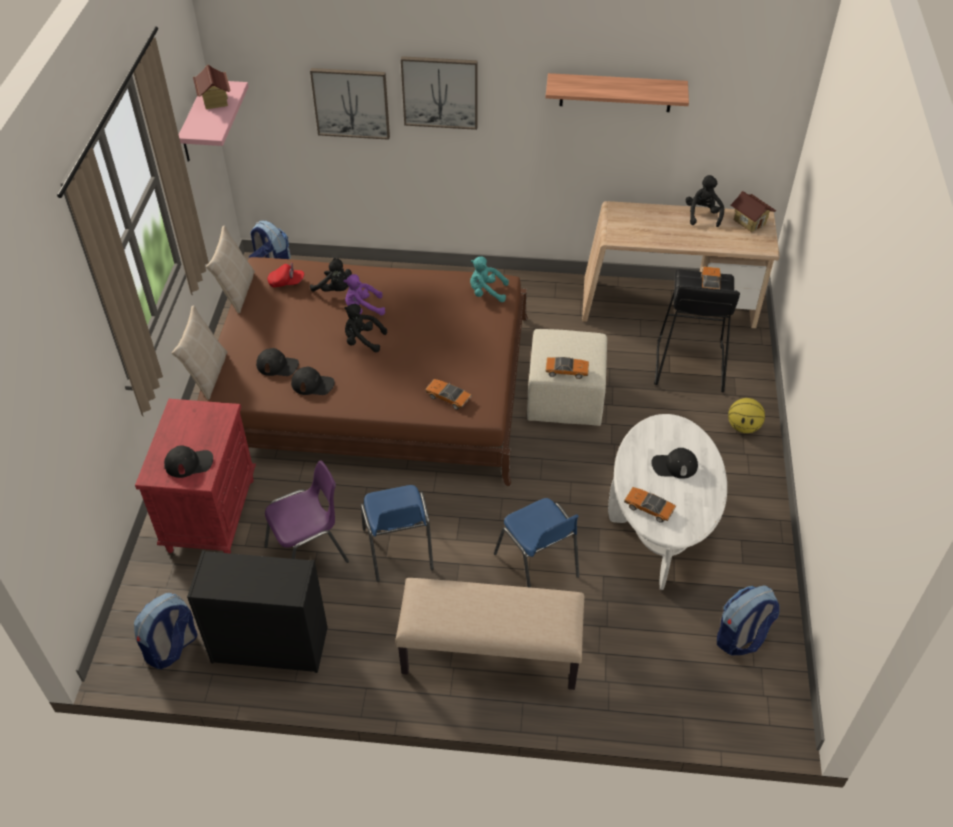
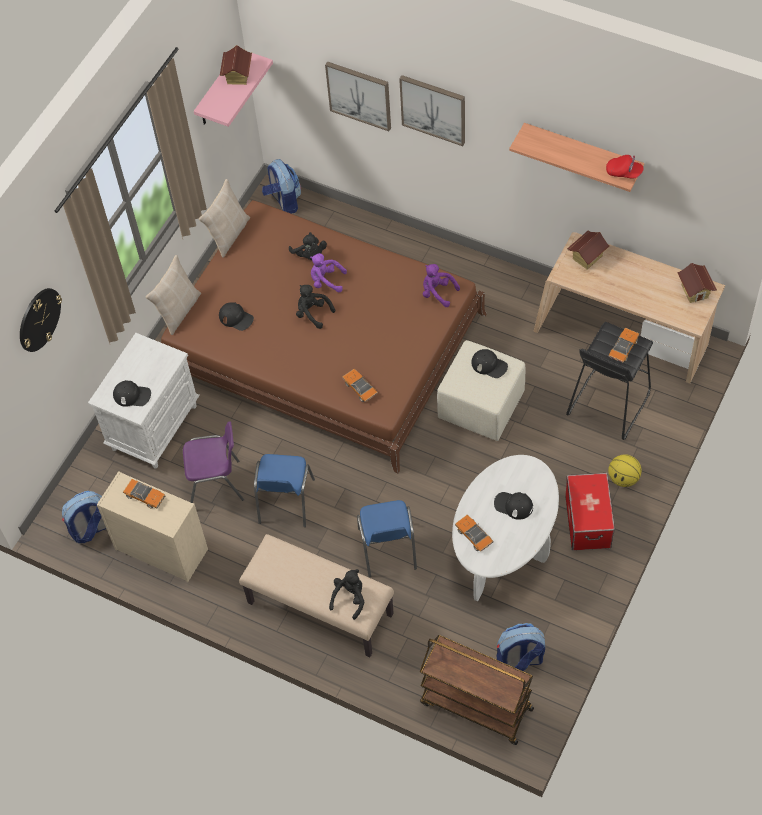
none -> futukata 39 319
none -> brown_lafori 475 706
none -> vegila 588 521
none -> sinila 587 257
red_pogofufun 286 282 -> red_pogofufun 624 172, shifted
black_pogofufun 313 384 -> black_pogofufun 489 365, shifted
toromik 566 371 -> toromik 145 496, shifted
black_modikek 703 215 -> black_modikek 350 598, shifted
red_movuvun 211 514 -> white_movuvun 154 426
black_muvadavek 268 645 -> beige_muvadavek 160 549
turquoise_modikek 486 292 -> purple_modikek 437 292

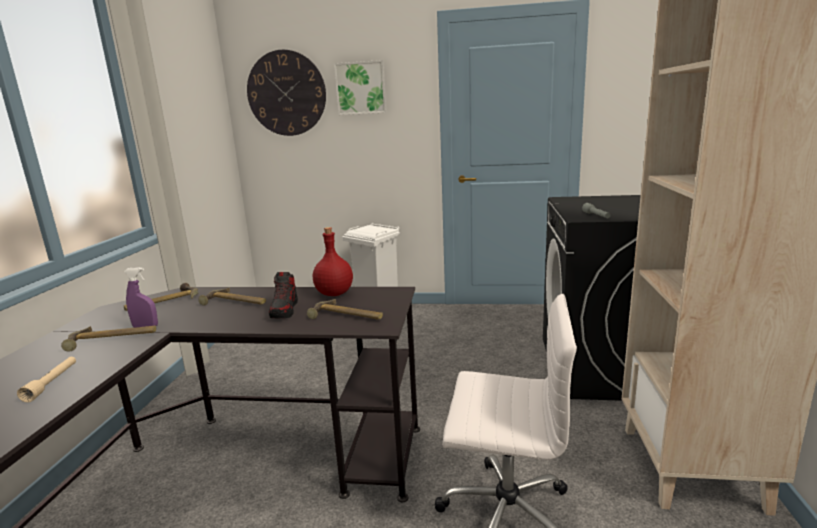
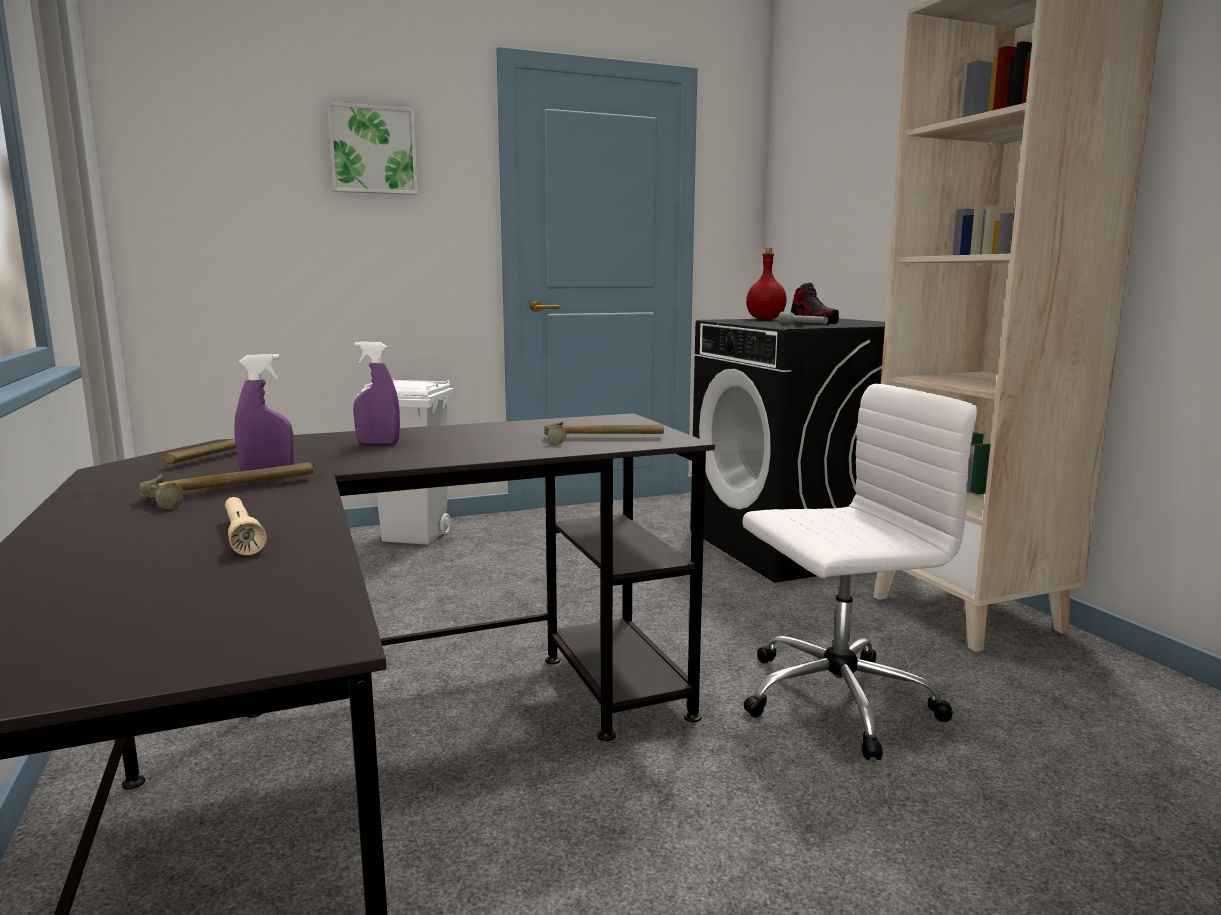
futukata 286 93 -> none
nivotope 284 310 -> nivotope 813 323, shifted
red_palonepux 334 294 -> red_palonepux 765 319, shifted
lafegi 234 303 -> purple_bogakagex 378 443

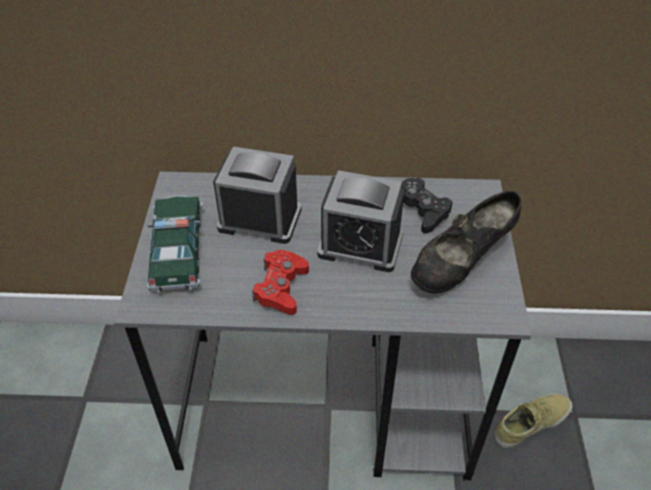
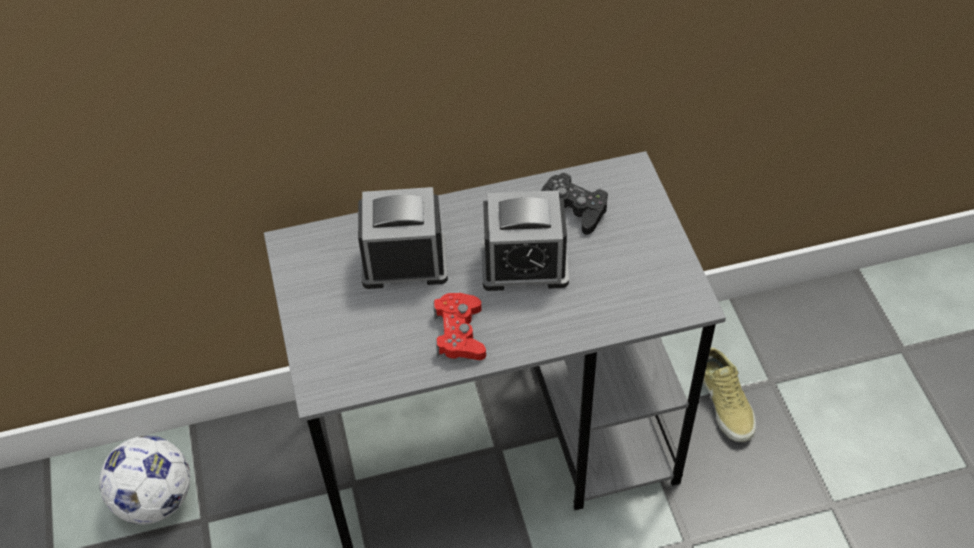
toromik 177 250 -> none
black_nivotope 461 263 -> none
none -> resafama 155 499
beige_nivotope 530 421 -> beige_nivotope 726 402, 120 degrees clockwise

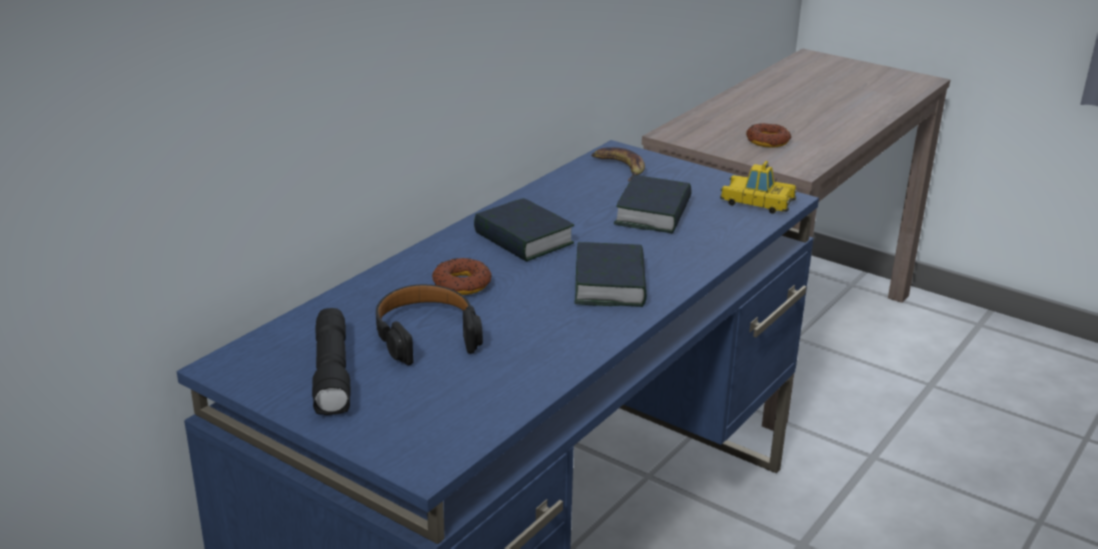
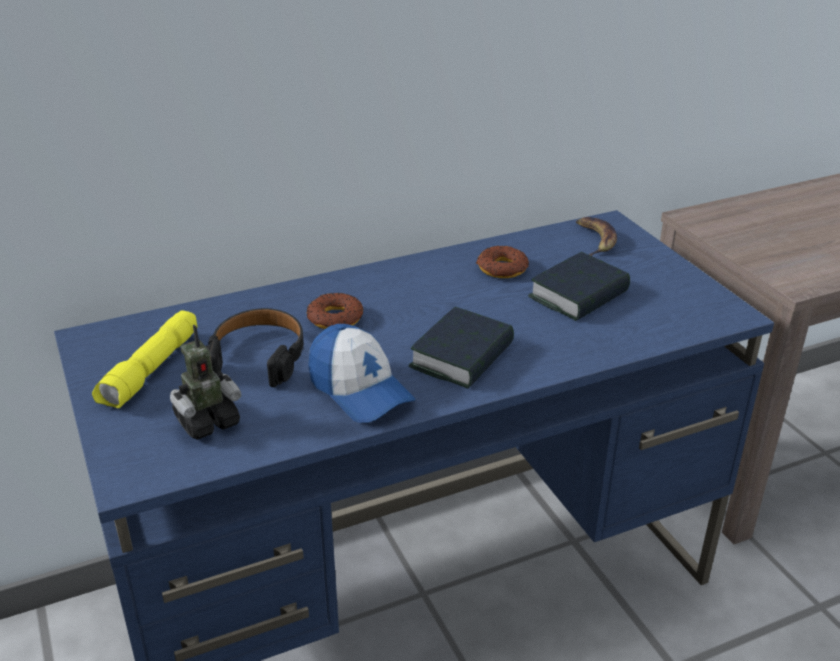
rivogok 523 239 -> none
toromik 757 202 -> none
none -> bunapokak 207 422
none -> pogofufun 360 390
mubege 767 141 -> mubege 502 268, shifted
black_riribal 333 374 -> yellow_riribal 152 371

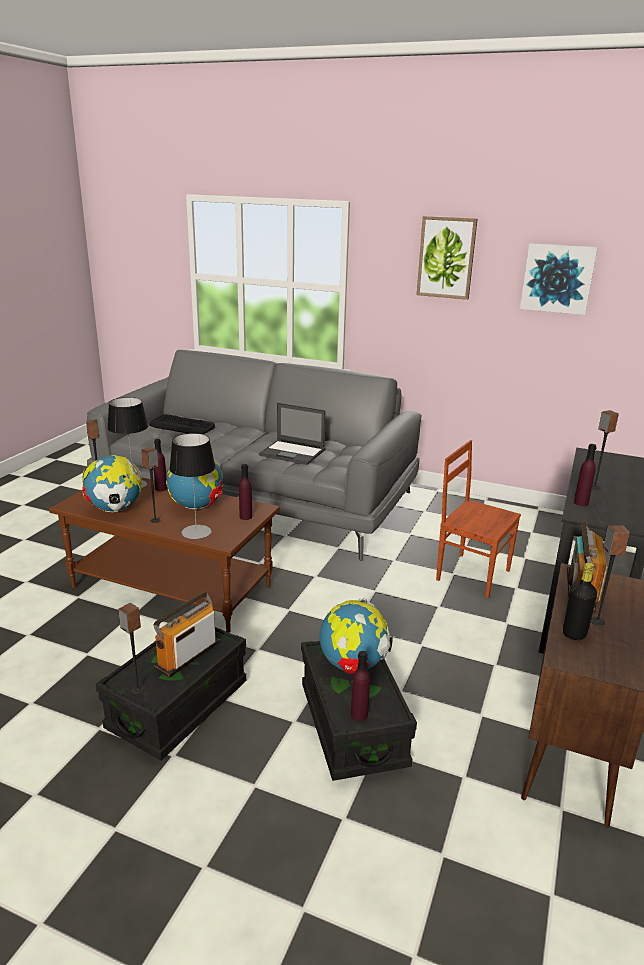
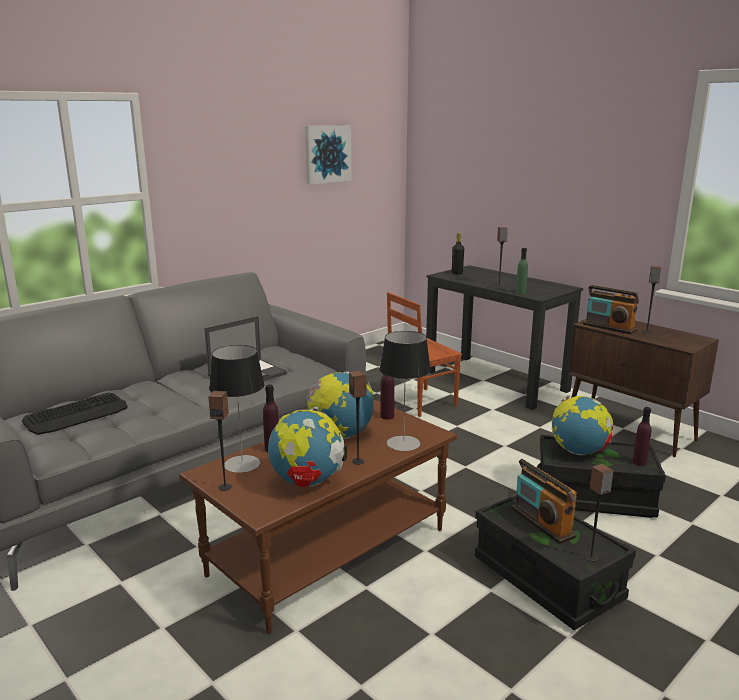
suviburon 446 257 -> none
black_palonepux 574 634 -> black_palonepux 457 273, shifted
purple_palonepux 581 503 -> green_palonepux 520 293

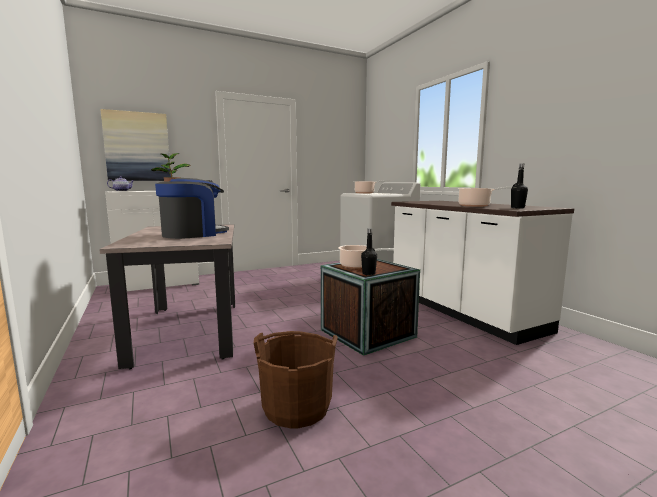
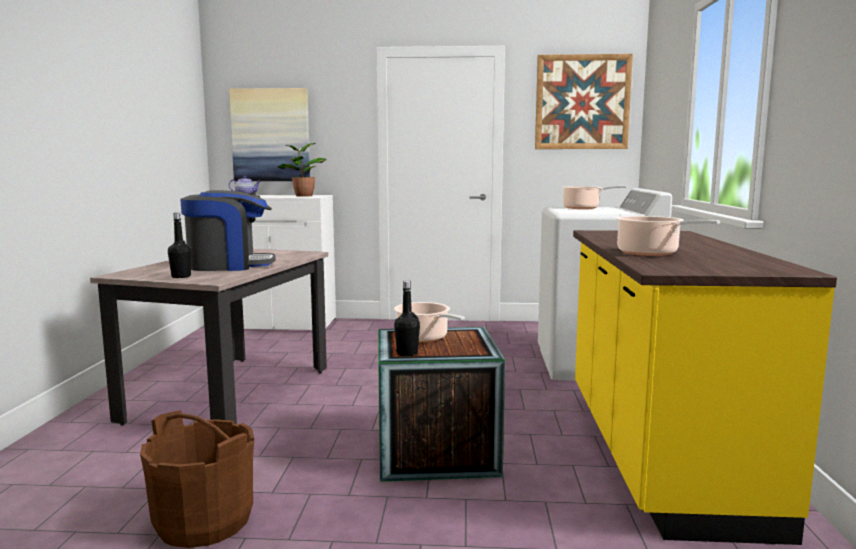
none -> suviburon 582 102
black_palonepux 517 208 -> black_palonepux 181 276, shifted
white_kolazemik 461 311 -> yellow_kolazemik 657 454

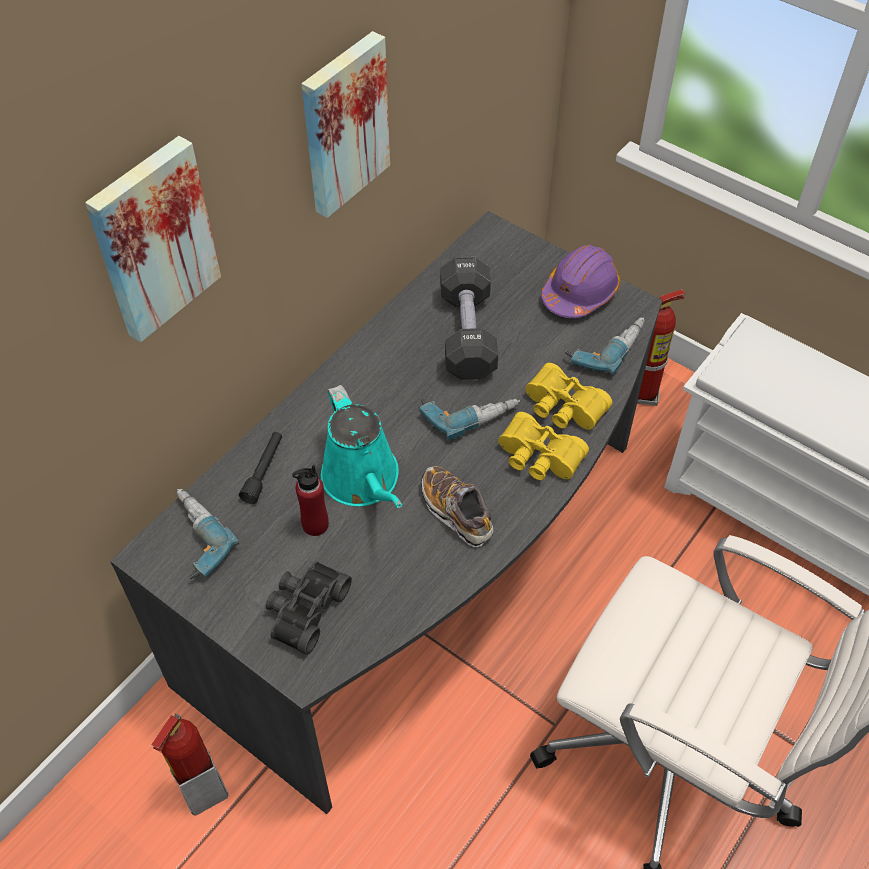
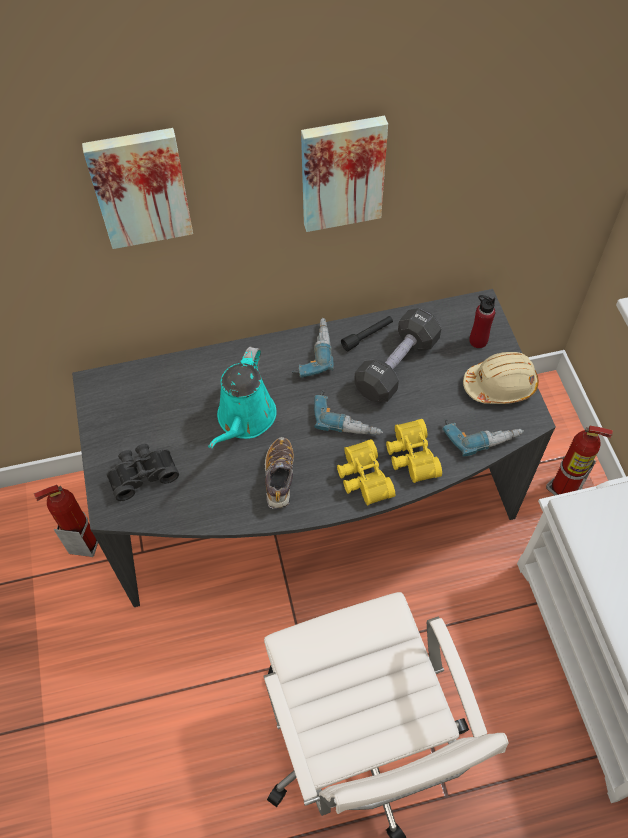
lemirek 192 539 -> lemirek 311 351, shifted
black_riribal 264 471 -> black_riribal 367 336, shifted
red_palonepux 315 524 -> red_palonepux 478 341, shifted
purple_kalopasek 580 293 -> beige_kalopasek 500 385

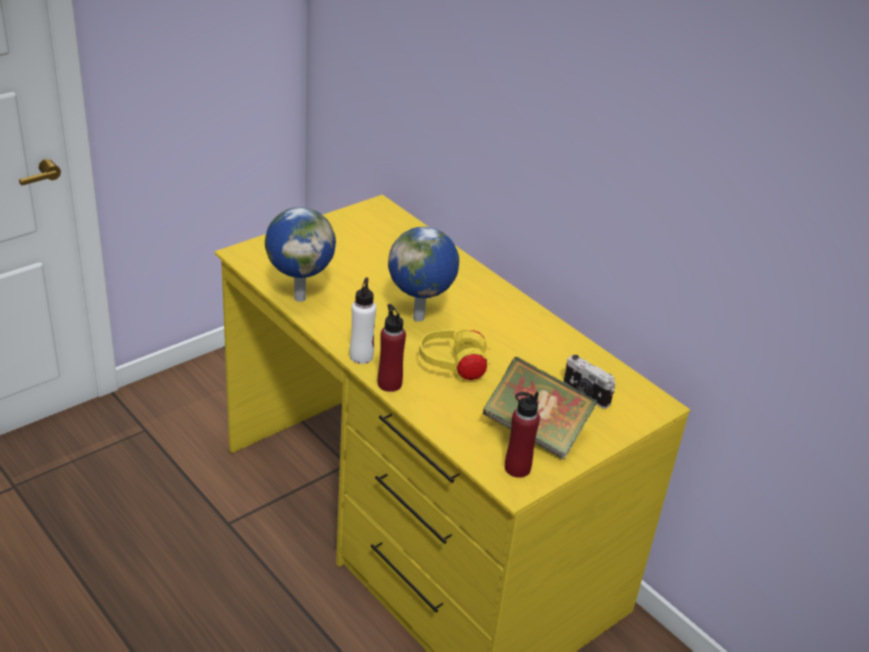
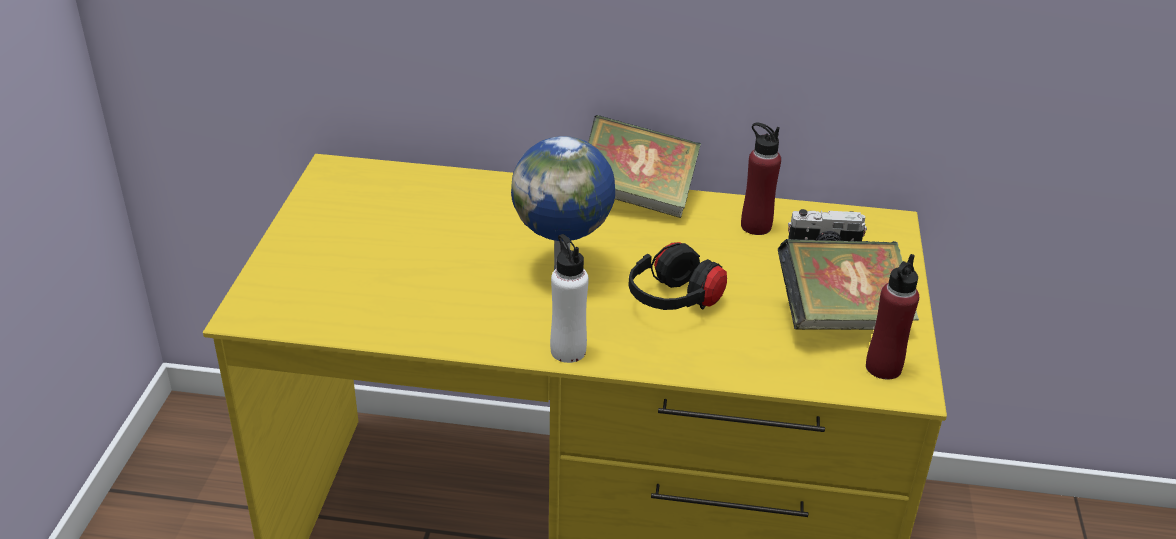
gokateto 300 297 -> none
none -> rivogok 636 197
red_palonepux 389 384 -> red_palonepux 756 226, shifted
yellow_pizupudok 453 367 -> black_pizupudok 674 302

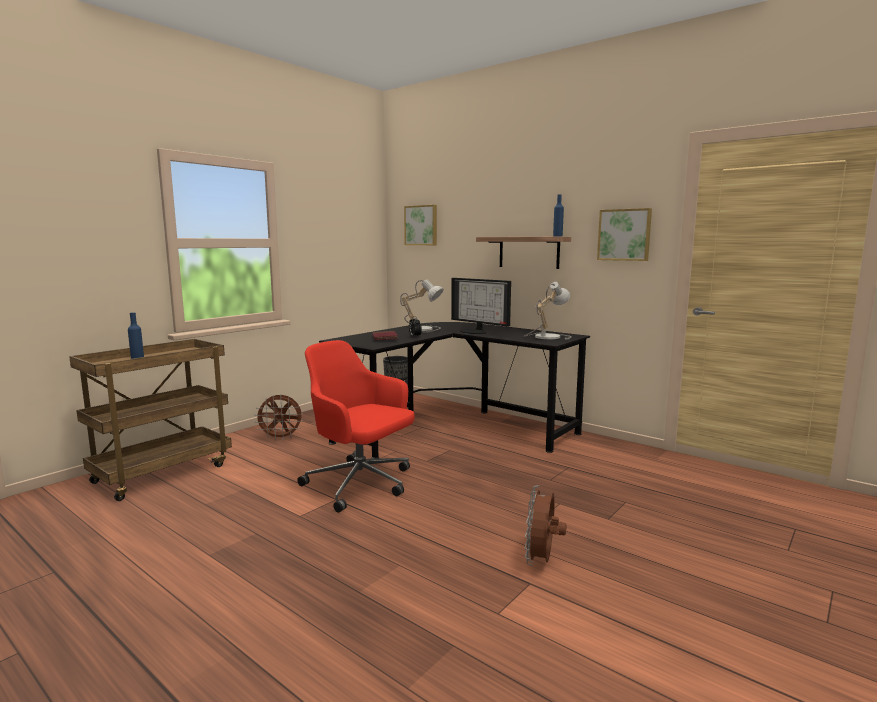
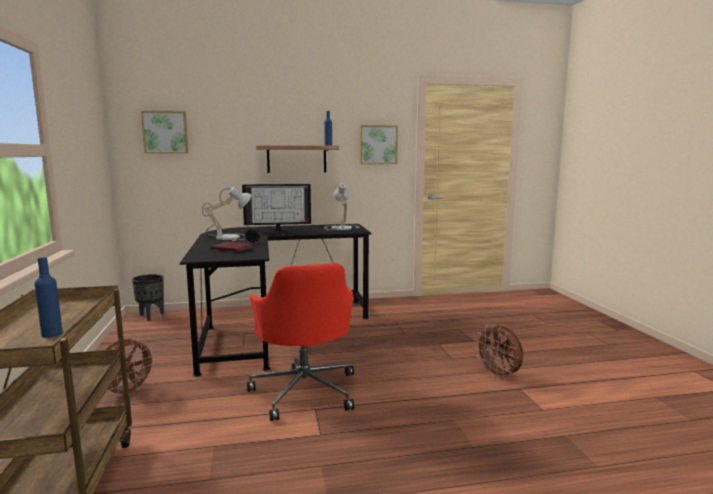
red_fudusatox 360 484 -> red_fudusatox 305 390, 90 degrees counterclockwise

